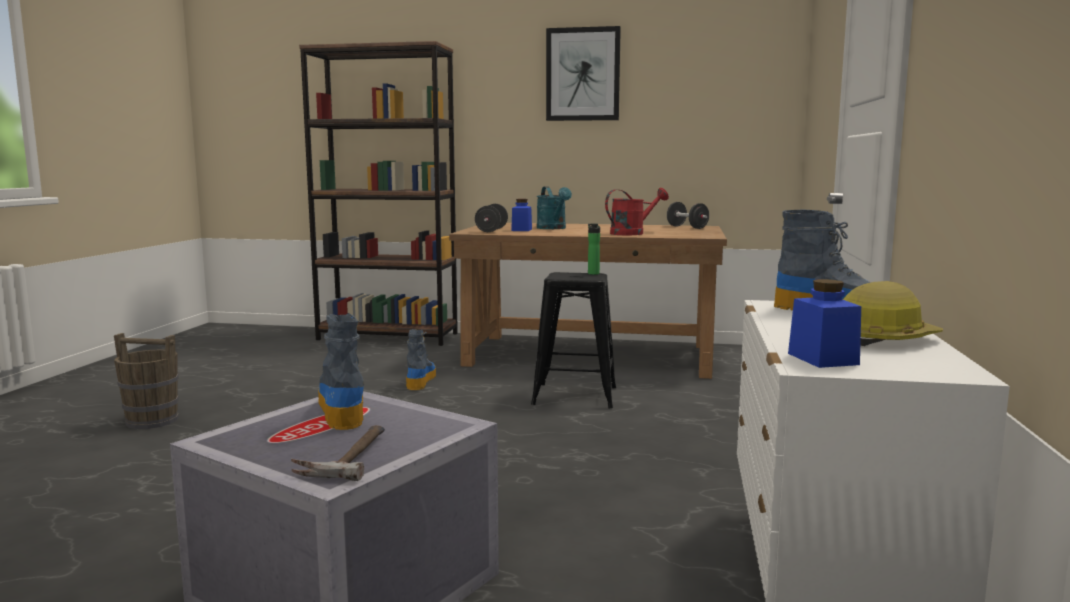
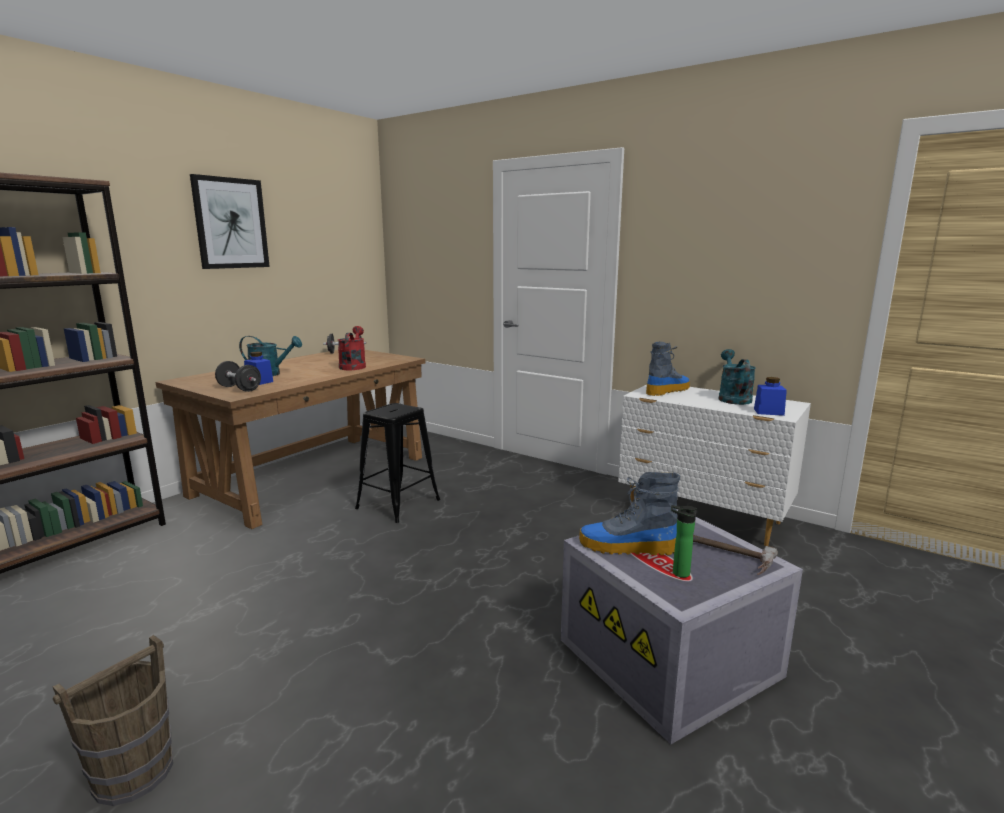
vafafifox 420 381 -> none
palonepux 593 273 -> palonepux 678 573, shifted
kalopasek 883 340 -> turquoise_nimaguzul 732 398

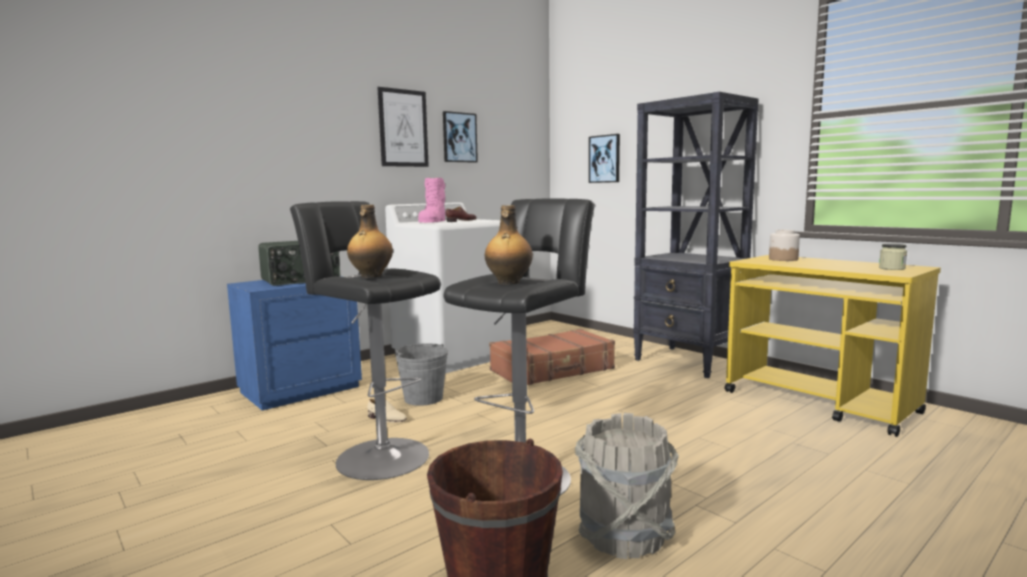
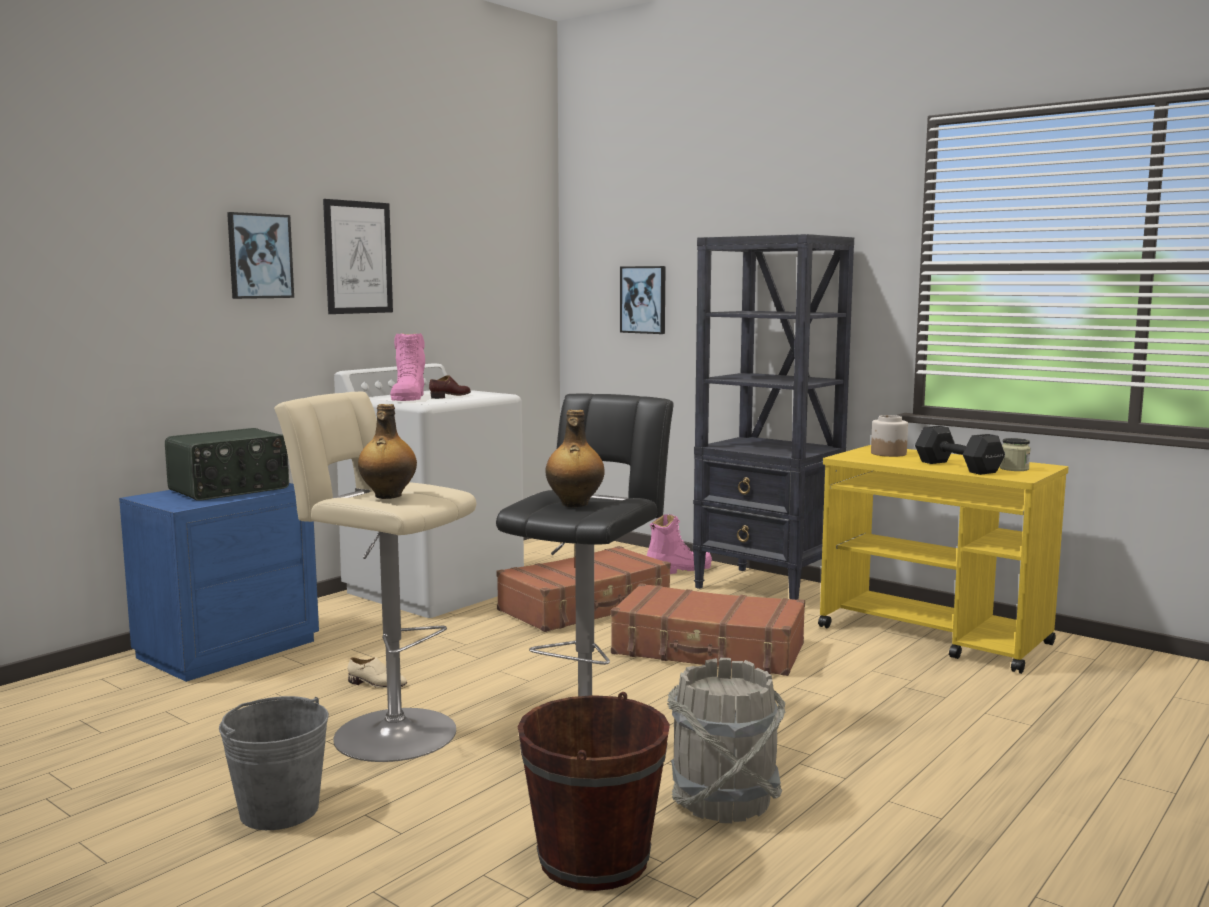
none -> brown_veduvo 708 650
none -> pink_vafafifox 678 570
none -> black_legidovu 956 466
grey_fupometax 423 398 -> grey_fupometax 279 810, shifted
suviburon 459 137 -> suviburon 259 256, shifted
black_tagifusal 378 456 -> beige_tagifusal 387 732

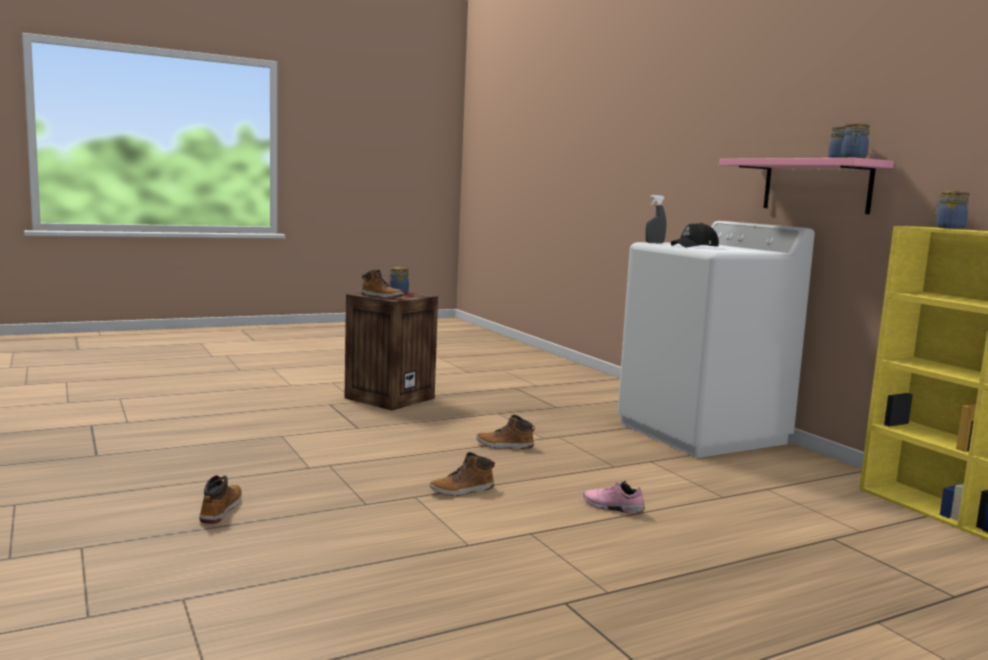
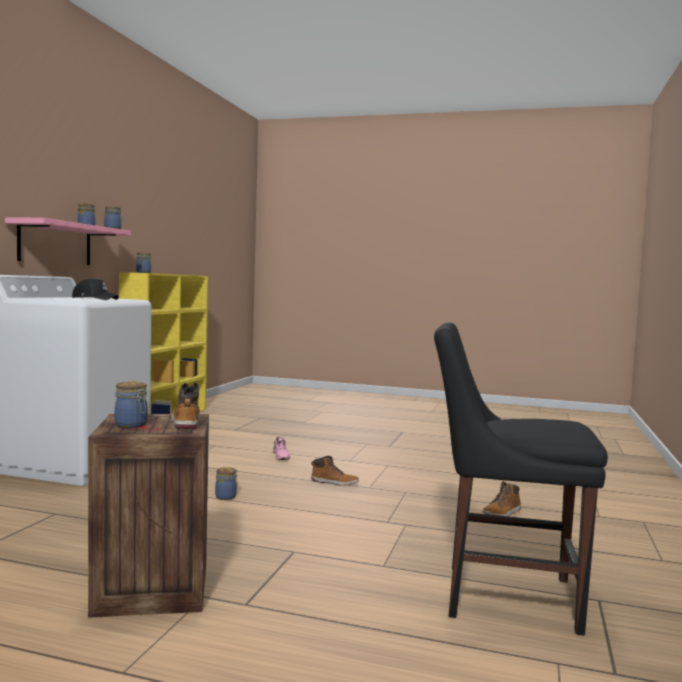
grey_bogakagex 654 243 -> none
none -> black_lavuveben 502 595
vafafifox 504 446 -> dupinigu 226 497

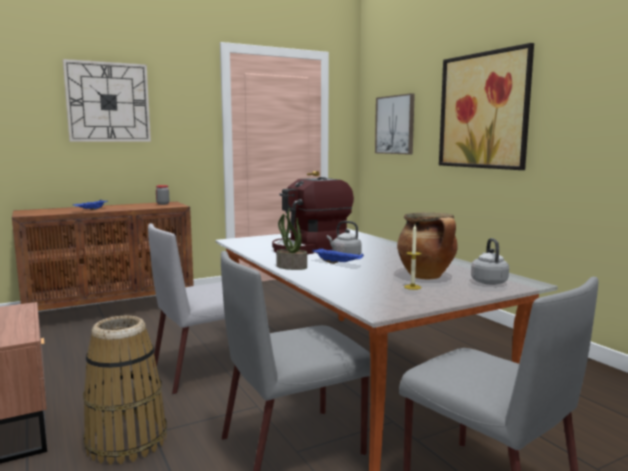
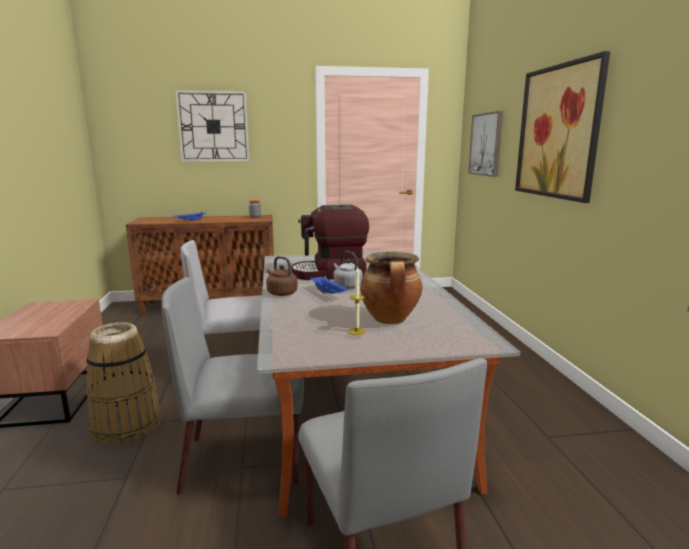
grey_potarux 488 281 -> none
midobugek 291 267 -> brown_potarux 281 293

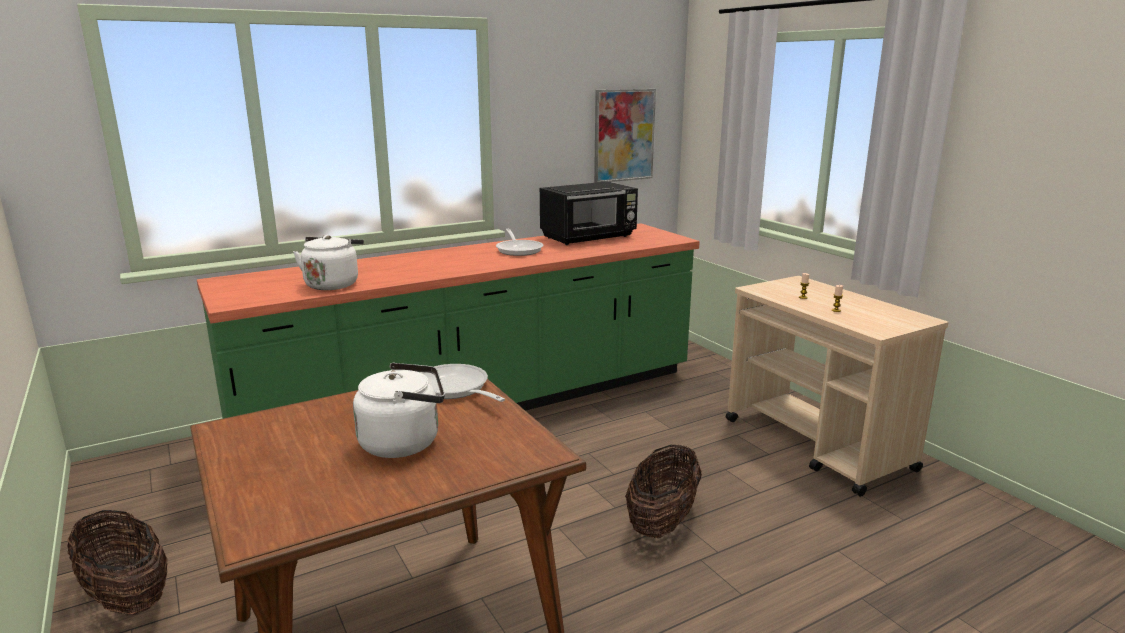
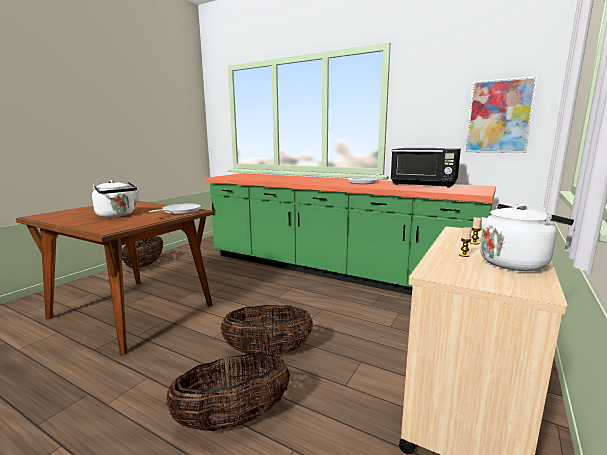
none -> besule 233 419
white_potarux 333 284 -> white_potarux 515 263, shifted

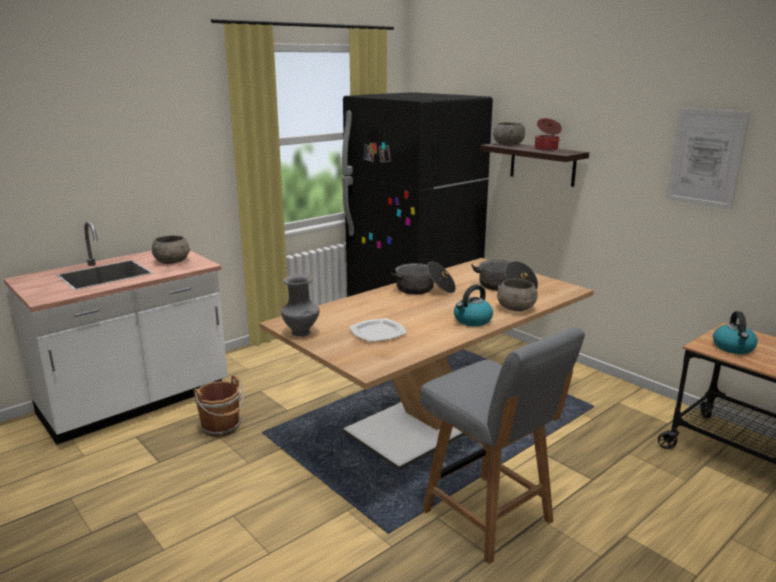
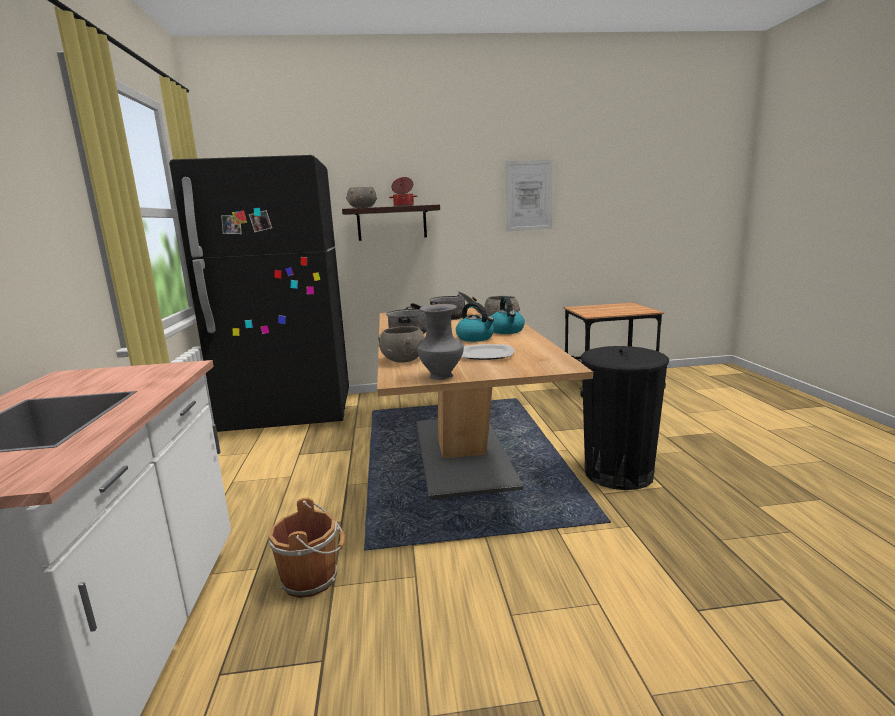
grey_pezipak 172 261 -> grey_pezipak 404 360, shifted
potarux 733 348 -> potarux 475 338, shifted
grey_lavuveben 489 518 -> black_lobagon 618 473

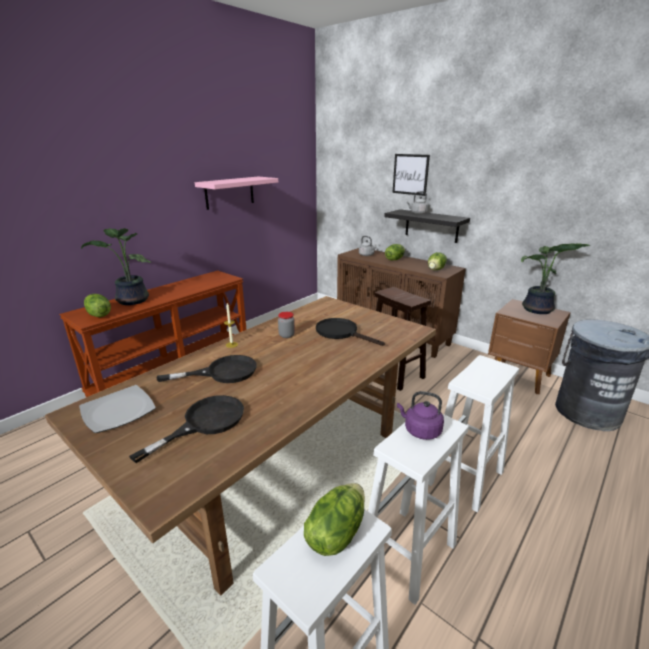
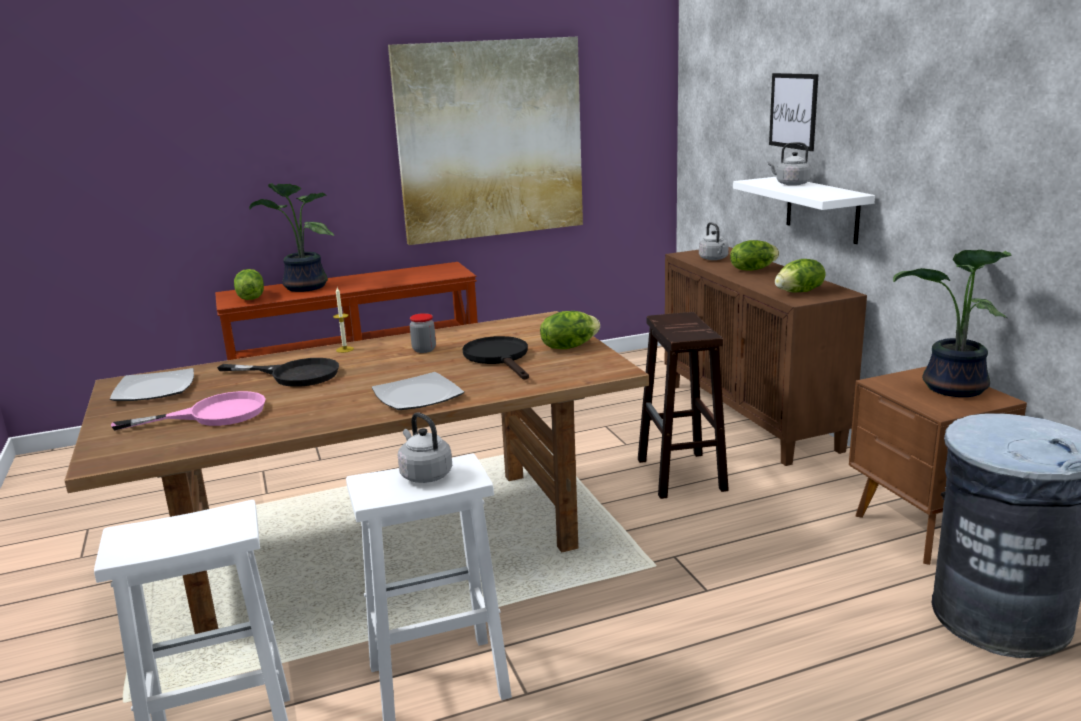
white_tagifusal 465 478 -> none
none -> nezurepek 417 396
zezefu 335 533 -> zezefu 569 346, shifted
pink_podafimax 229 192 -> suviburon 490 140
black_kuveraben 205 422 -> pink_kuveraben 213 414
black_podafimax 431 226 -> white_podafimax 822 209
purple_potarux 420 430 -> grey_potarux 424 474

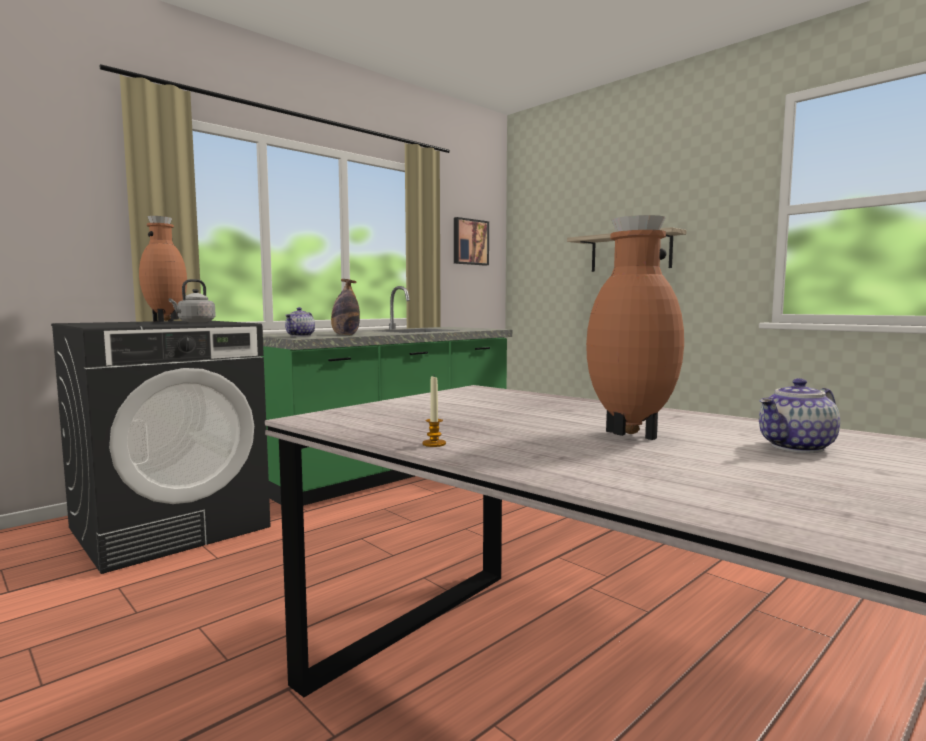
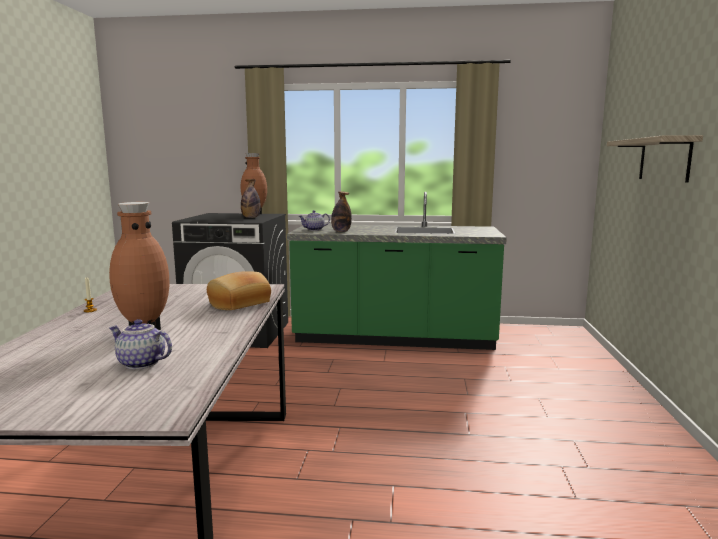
suviburon 469 242 -> none
none -> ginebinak 240 304
grey_potarux 195 322 -> palonepux 251 217

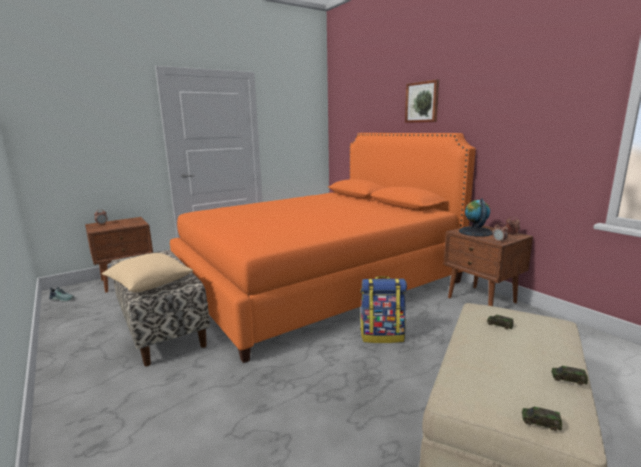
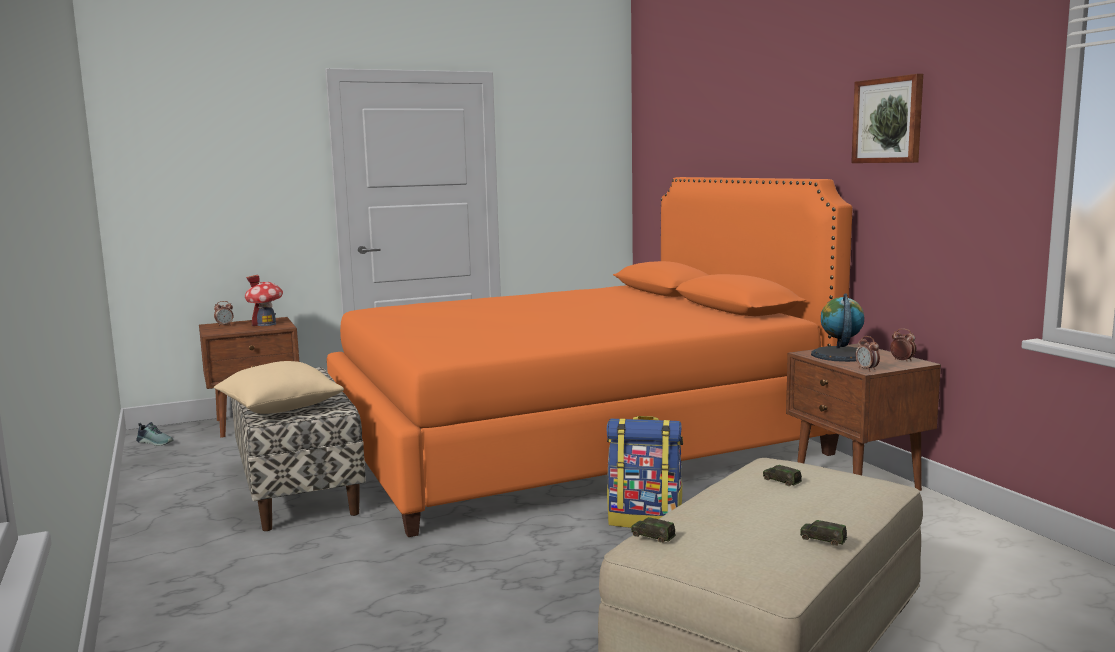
none -> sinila 266 324
suviburon 422 102 -> suviburon 888 120, shifted
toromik 540 423 -> toromik 653 536, shifted

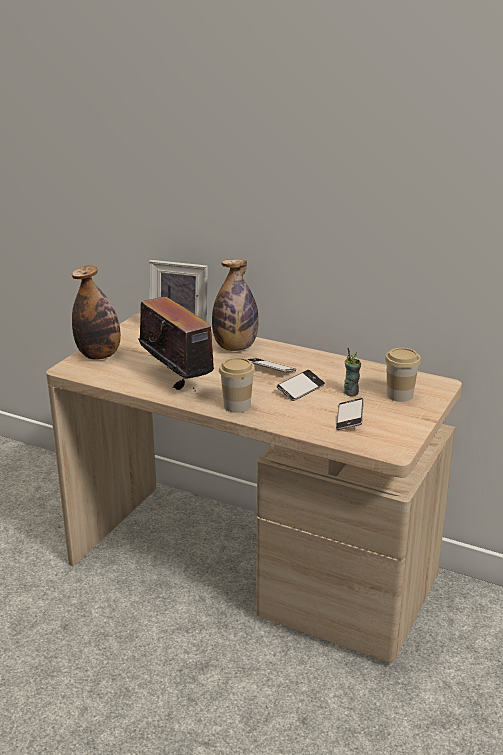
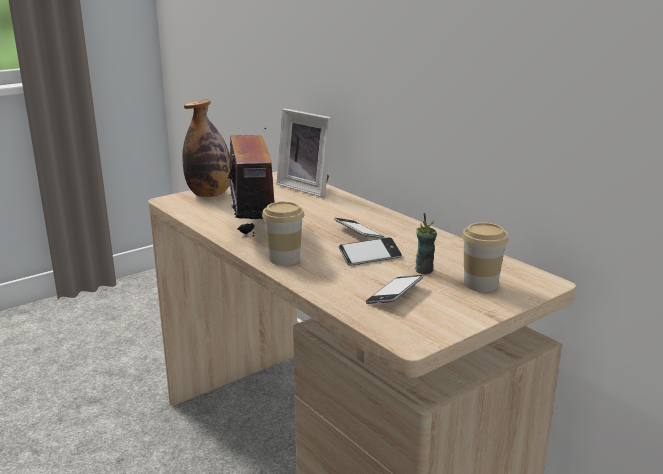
palonepux 235 347 -> none

